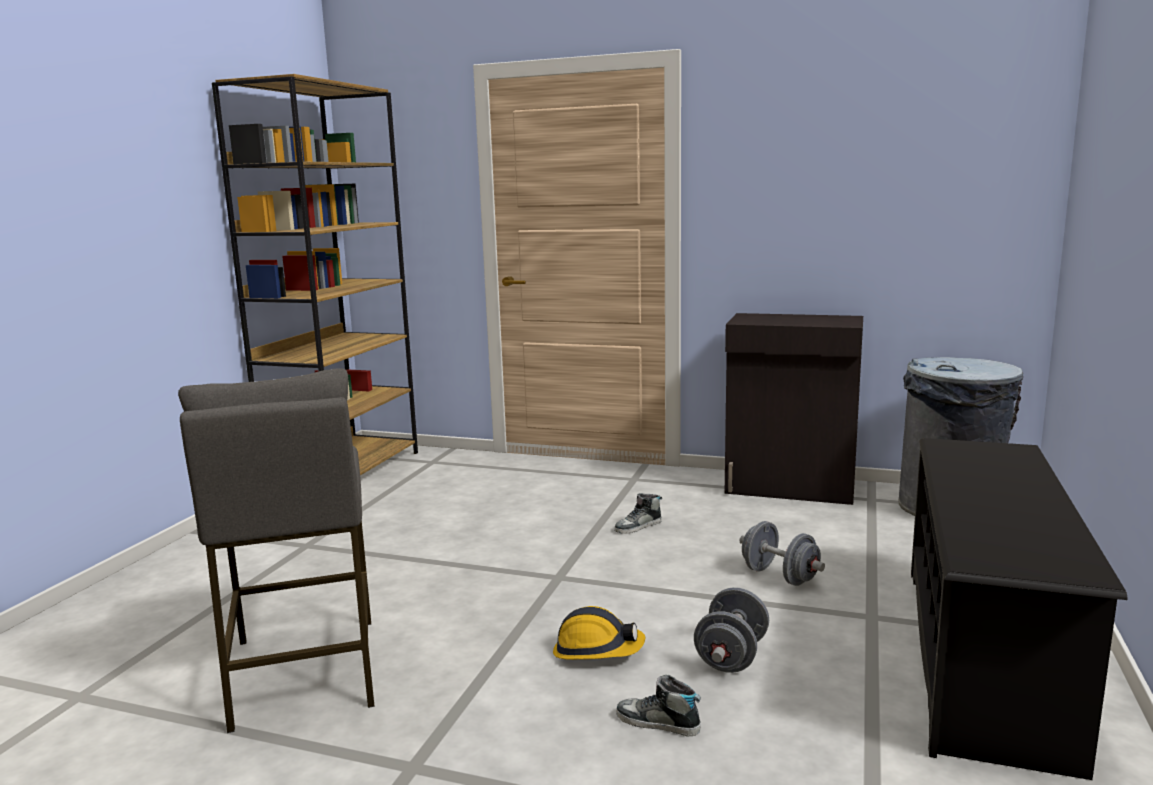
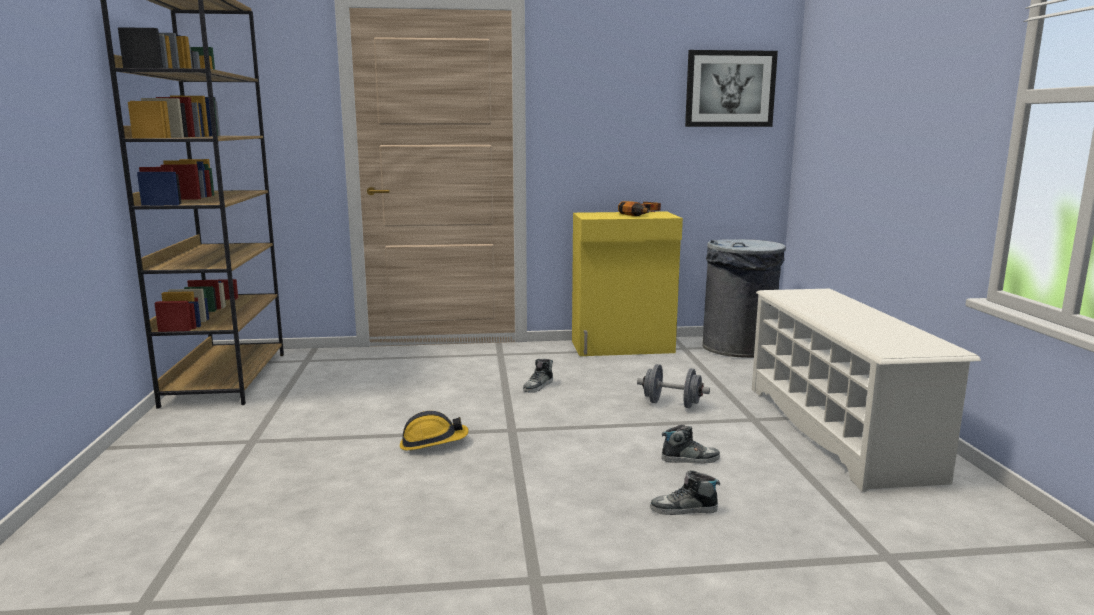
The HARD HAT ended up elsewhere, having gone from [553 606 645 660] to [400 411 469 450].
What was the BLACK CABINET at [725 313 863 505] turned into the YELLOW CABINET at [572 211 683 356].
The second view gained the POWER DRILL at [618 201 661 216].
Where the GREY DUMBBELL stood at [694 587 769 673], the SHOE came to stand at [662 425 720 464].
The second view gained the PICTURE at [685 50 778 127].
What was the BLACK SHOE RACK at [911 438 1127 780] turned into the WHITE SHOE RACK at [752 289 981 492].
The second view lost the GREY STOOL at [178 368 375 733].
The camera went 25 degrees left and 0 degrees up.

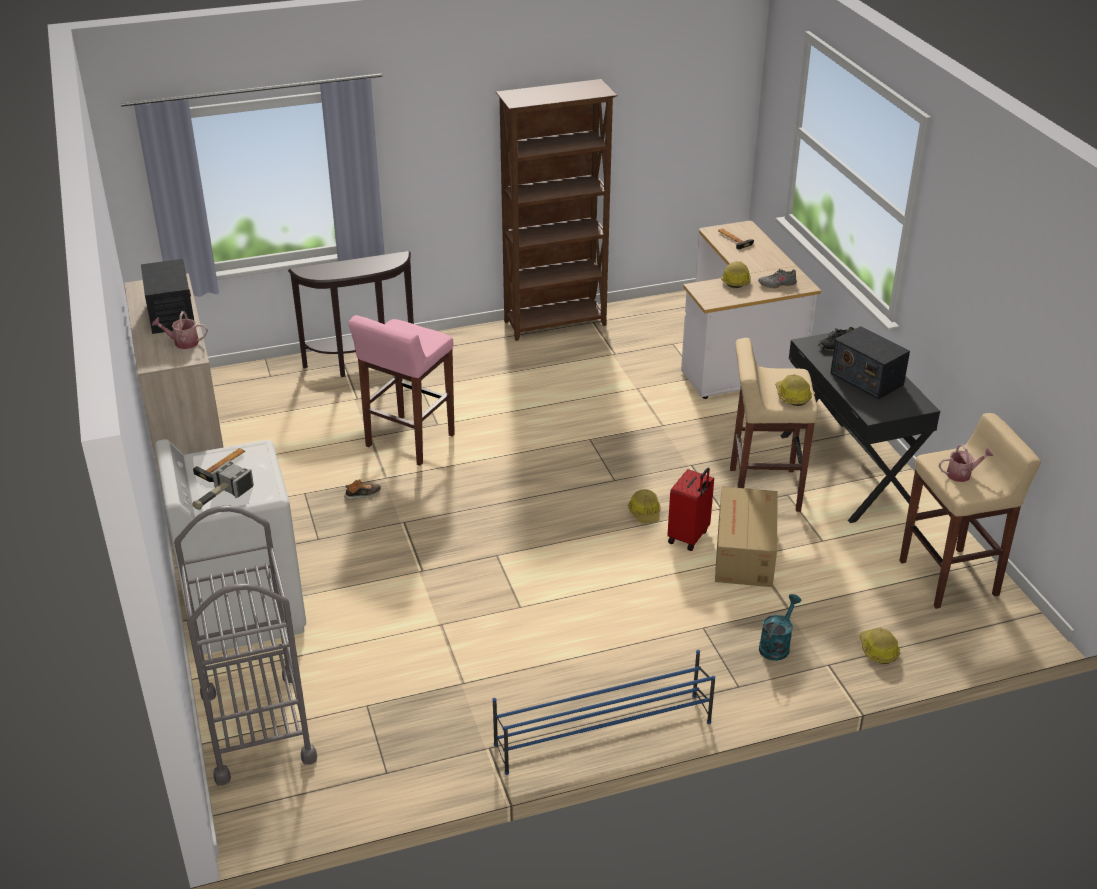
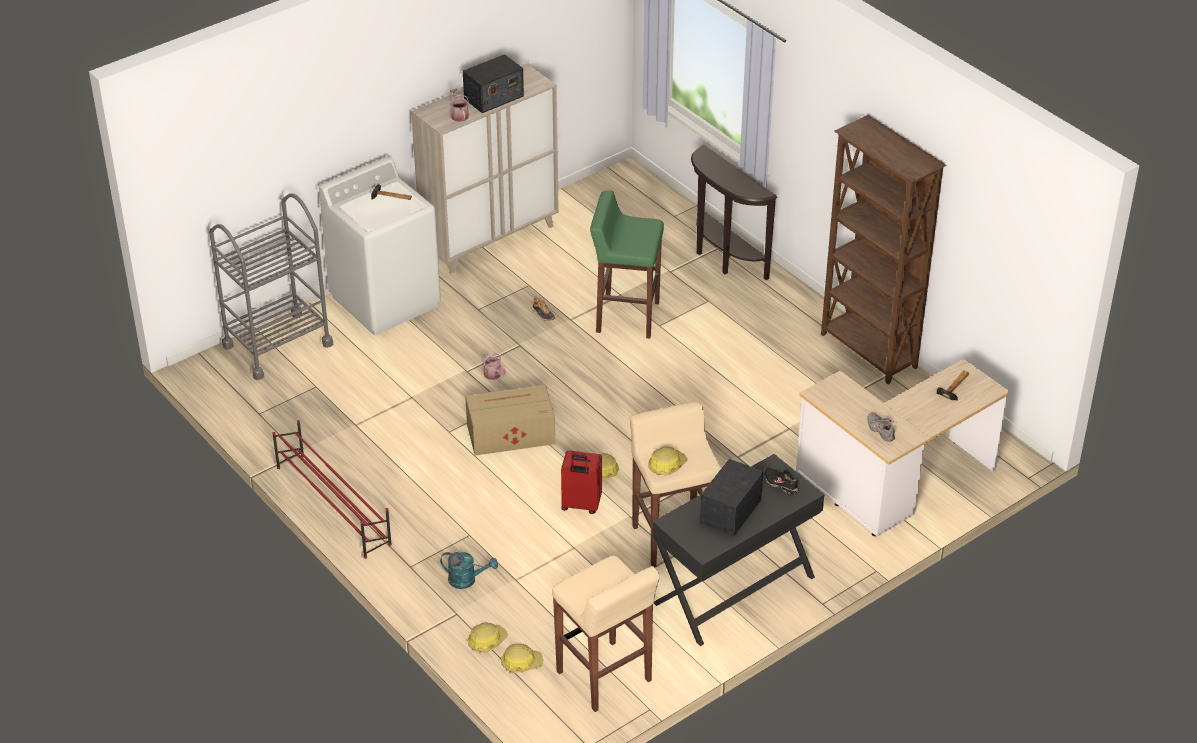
What was the BLUE SHOE RACK at [493 650 716 775] turned into the RED SHOE RACK at [273 420 392 559].
The CARDBOARD BOX ended up elsewhere, having gone from [715 486 778 587] to [465 385 555 456].
The WATERING CAN ended up elsewhere, having gone from [939 444 993 482] to [483 353 506 380].
The HARD HAT ended up elsewhere, having gone from [721 261 751 288] to [501 644 543 673].
What was the PINK STOOL at [348 315 455 466] turned into the GREEN STOOL at [590 190 664 339].
The second view lost the HAMMER at [192 460 254 510].
The camera went 70 degrees right and 5 degrees up.

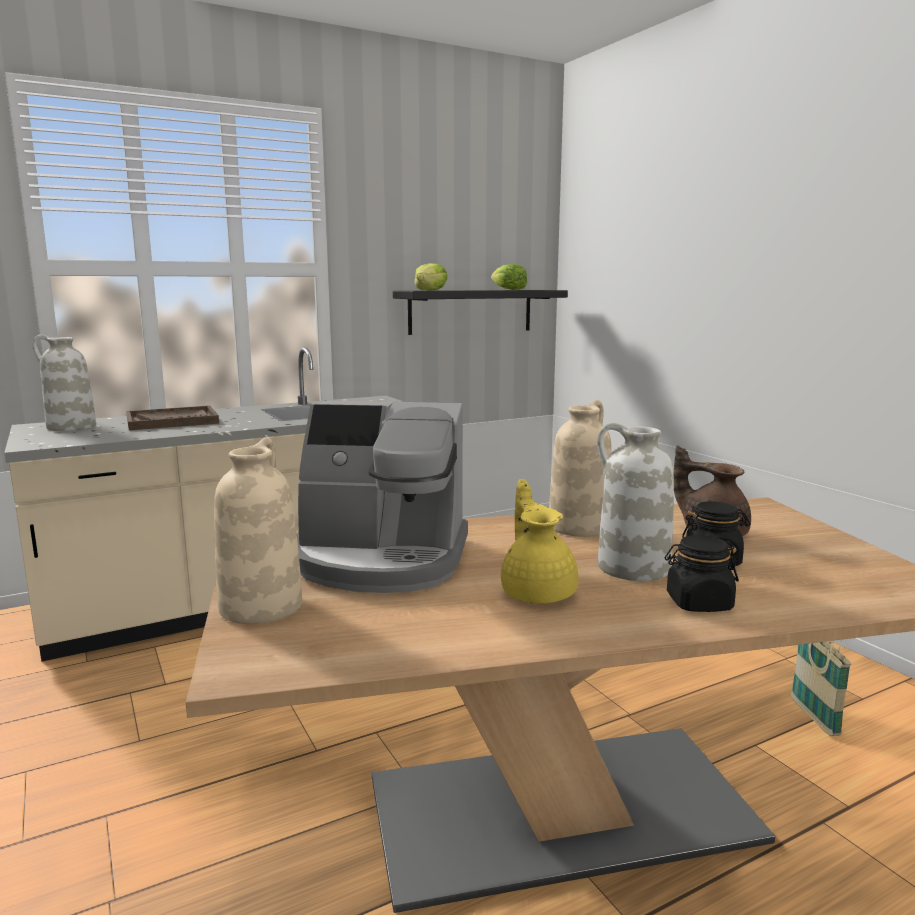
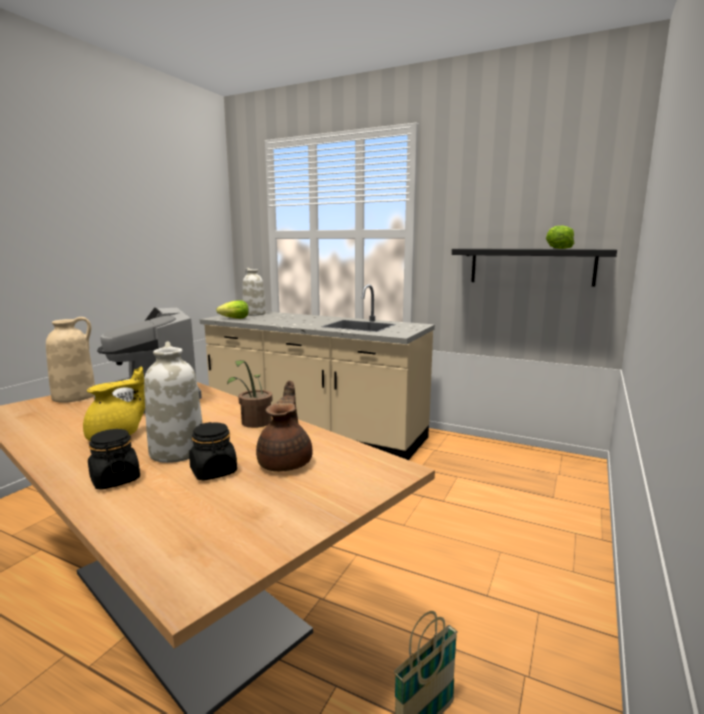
The LETTUCE ended up elsewhere, having gone from [414 263 448 290] to [216 300 249 319].
Where the BEIGE VASE stood at [549 400 612 537], the POTTED PLANT came to stand at [227 360 272 428].
The second view lost the BROWN TRAY at [126 405 219 430].
The camera went 55 degrees right and 0 degrees up.

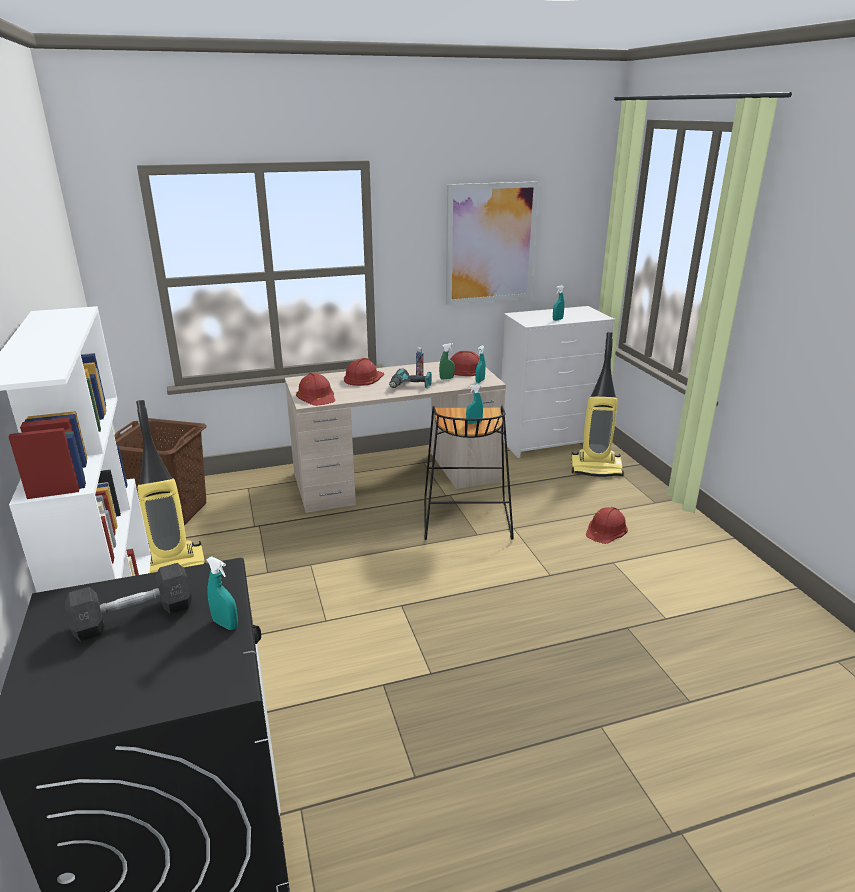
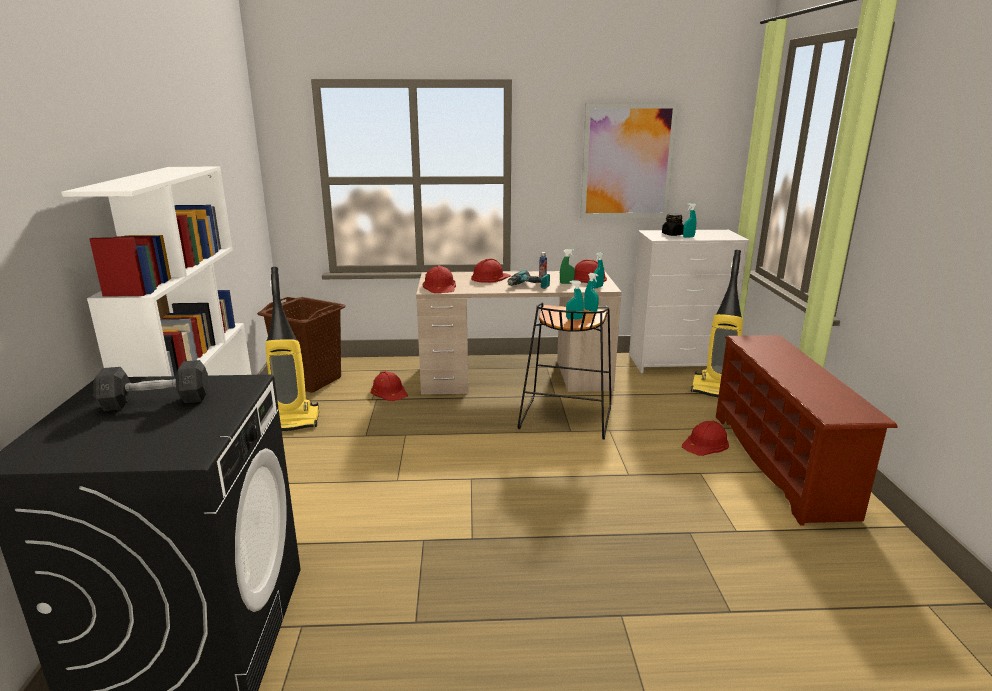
The second view gained the RED HARD HAT at [371 371 408 401].
The TURQUOISE SPRAY BOTTLE ended up elsewhere, having gone from [206 556 238 630] to [584 273 599 311].
The second view gained the BLACK JAR at [662 213 684 236].
The second view gained the BROWN SHOE RACK at [716 335 897 526].
The camera went 15 degrees right and 5 degrees down.

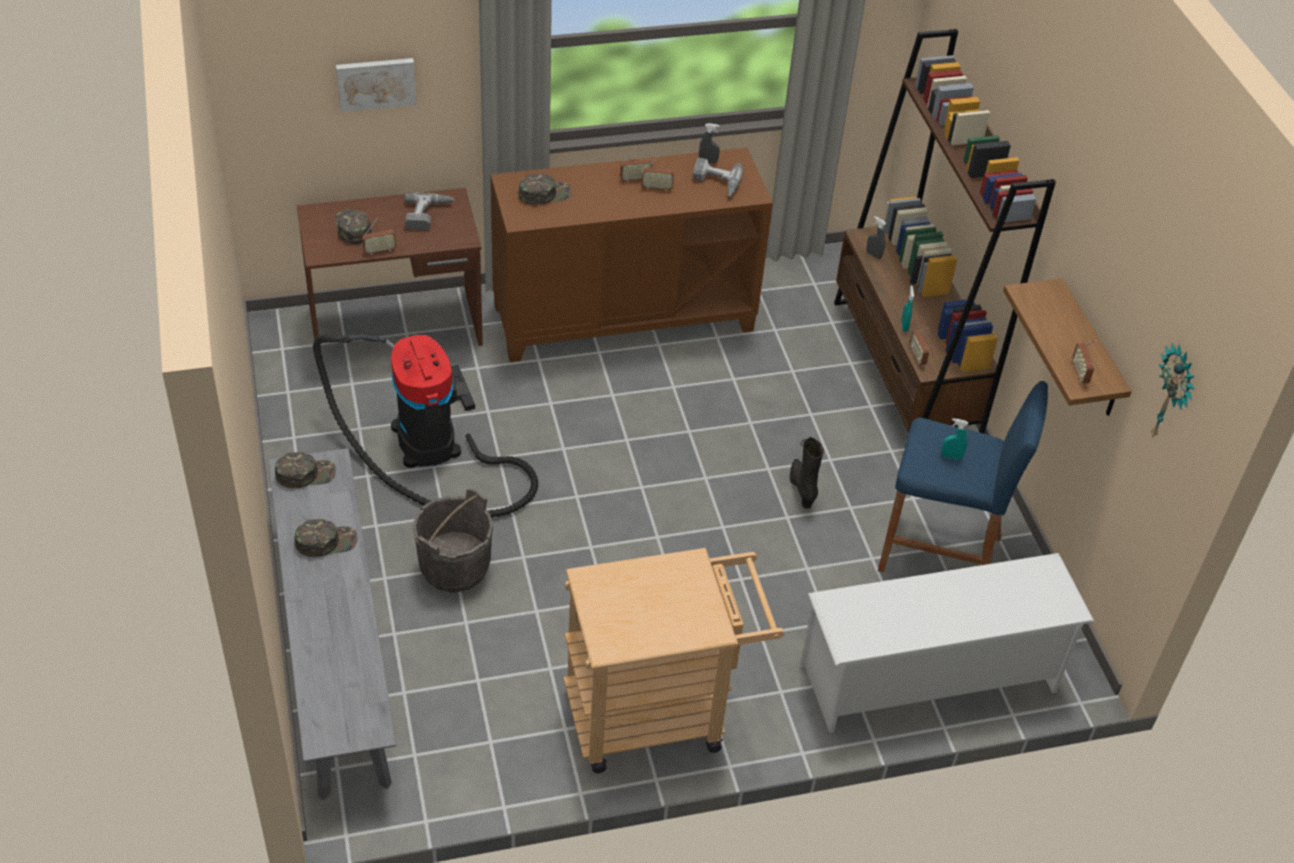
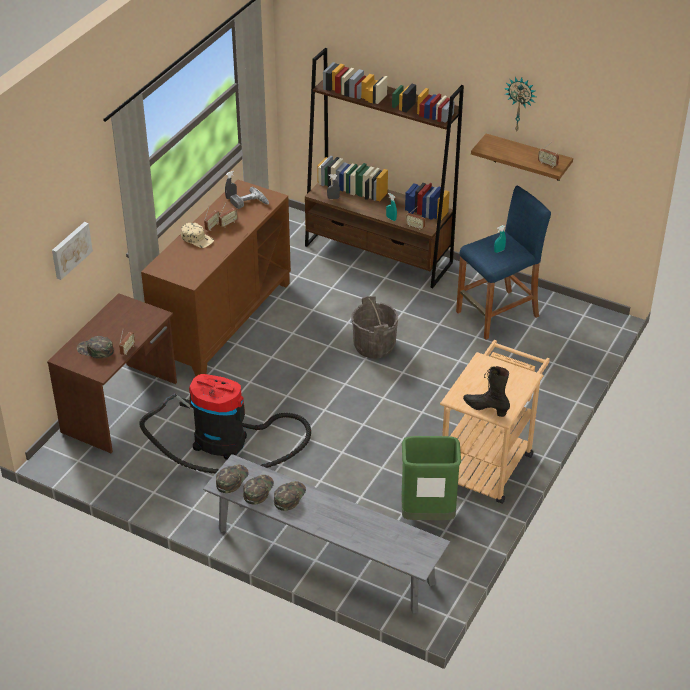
The second view gained the BEIGE CAP at [181 223 214 248].
The GREEN CAP ended up elsewhere, having gone from [519 173 572 205] to [243 475 274 505].
The GREY BUCKET ended up elsewhere, having gone from [412 489 493 592] to [351 296 398 359].
The second view gained the GREEN TRASH CAN at [401 436 461 520].
The BLACK BOOT ended up elsewhere, having gone from [790 436 824 509] to [463 366 510 417].
The WALL CLOCK ended up elsewhere, having gone from [1151 343 1195 438] to [504 77 536 132].
The second view lost the POWER DRILL at [405 193 454 230].
The second view lost the WHITE SHOE RACK at [800 553 1095 733].
The camera went 45 degrees left and 5 degrees down.

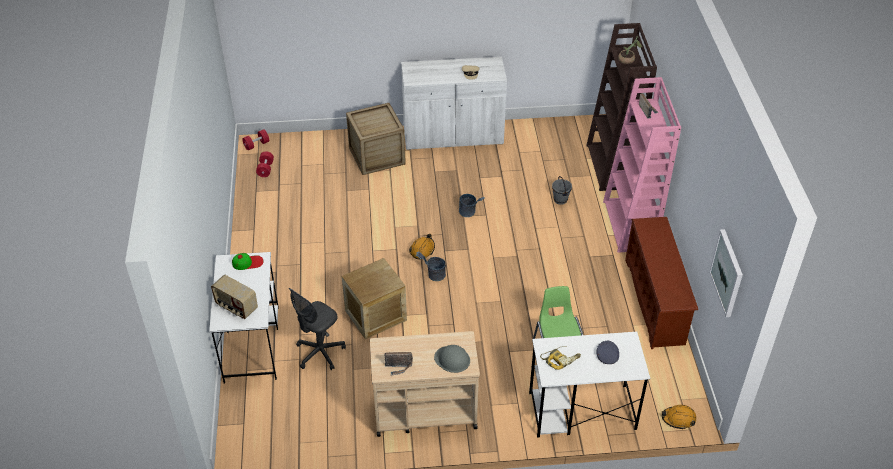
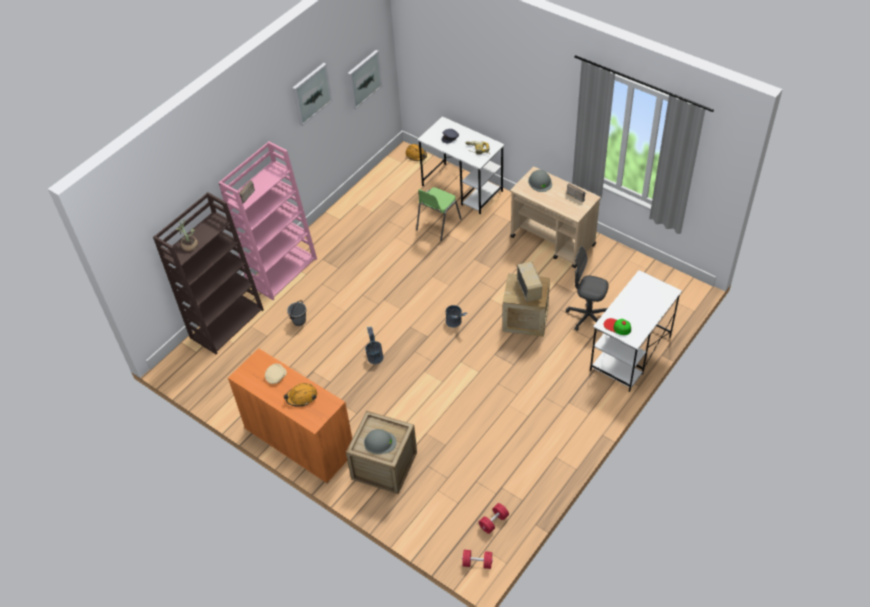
What was the WHITE CABINET at [401 57 507 150] turned into the ORANGE CABINET at [228 348 352 483].
The ORANGE HARD HAT ended up elsewhere, having gone from [409 234 435 260] to [284 383 317 406].
The second view gained the PICTURE at [292 63 332 126].
The second view gained the GREY HARD HAT at [364 429 397 454].
The RADIO ended up elsewhere, having gone from [211 275 258 319] to [517 261 542 302].
The GREY OFFICE CHAIR at [289 288 346 370] ended up facing another way, 150 degrees counterclockwise from before.
The second view lost the BROWN SHOE RACK at [625 217 698 349].
The camera went 135 degrees left and 5 degrees up.

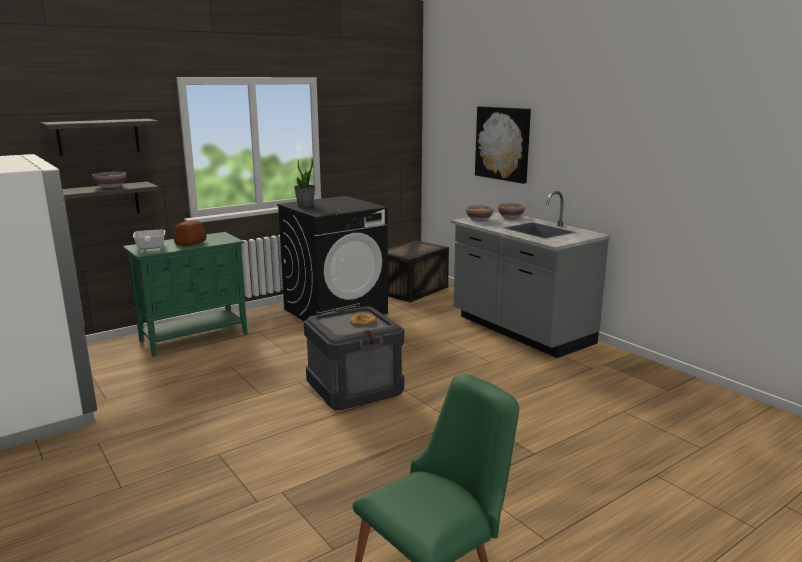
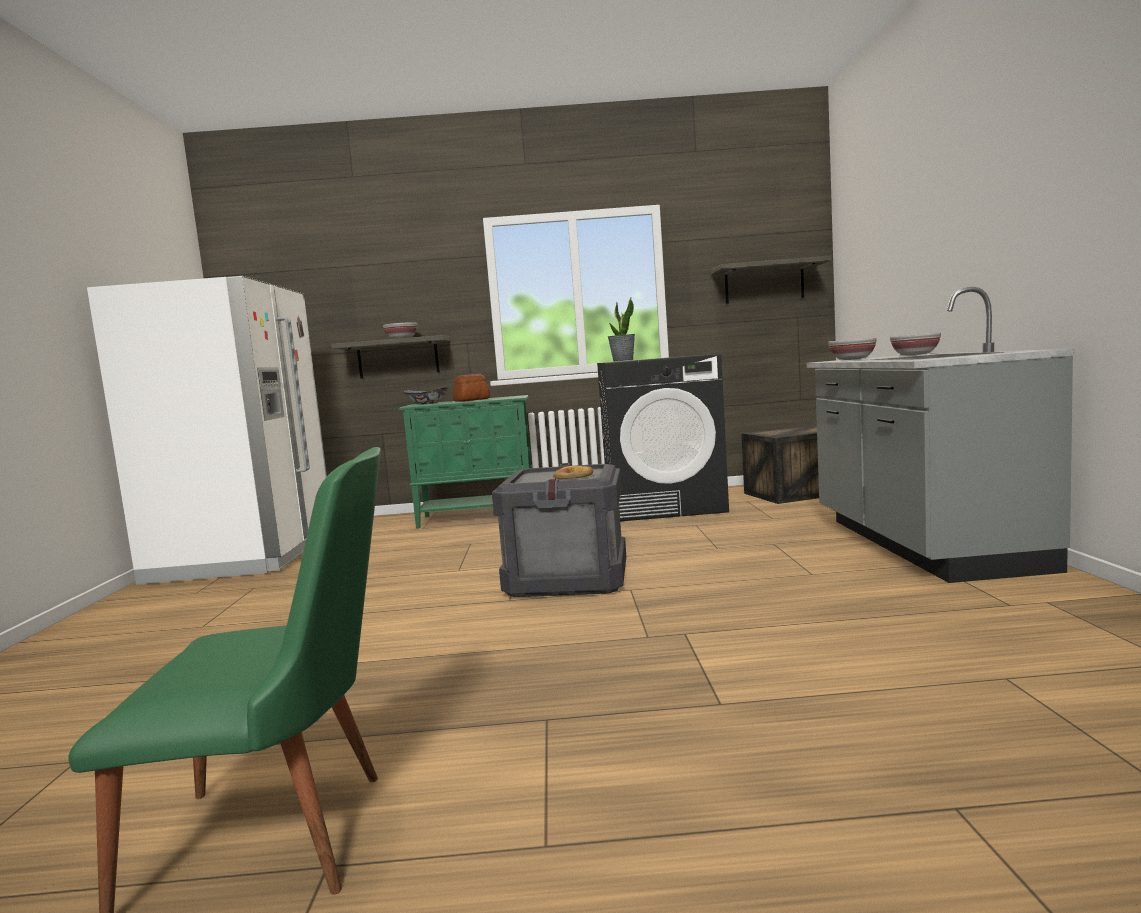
Where the FRYING PAN stood at [133 230 165 249], the BOWL came to stand at [403 387 448 405].
The SHELF ended up elsewhere, having gone from [40 119 160 156] to [711 256 832 304].
The second view lost the PICTURE at [475 106 531 184].
The camera went 35 degrees right and 10 degrees down.

